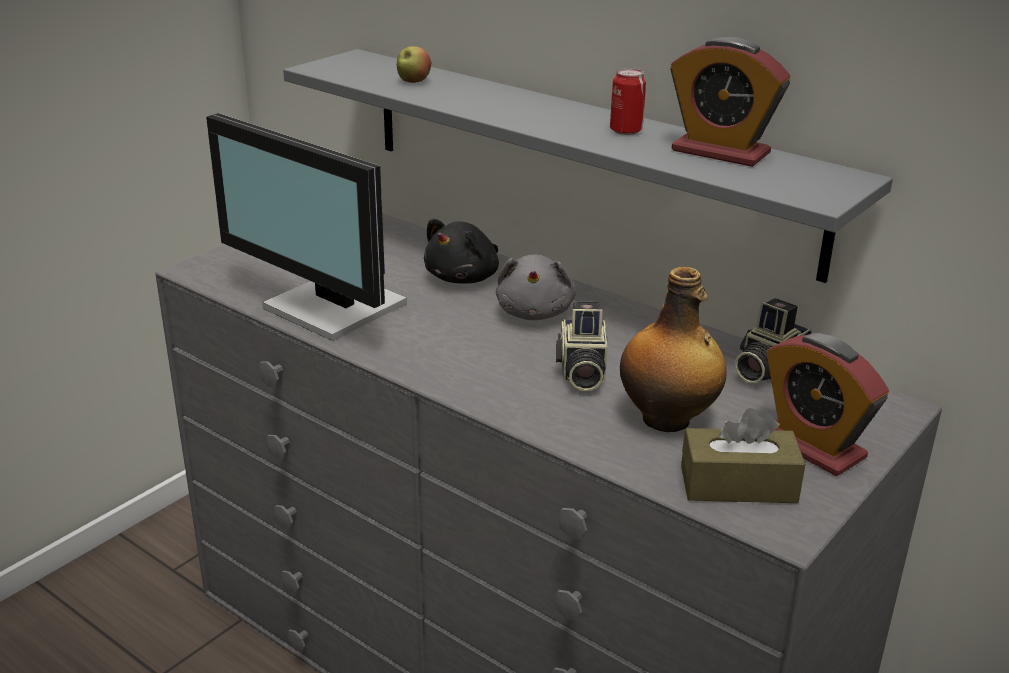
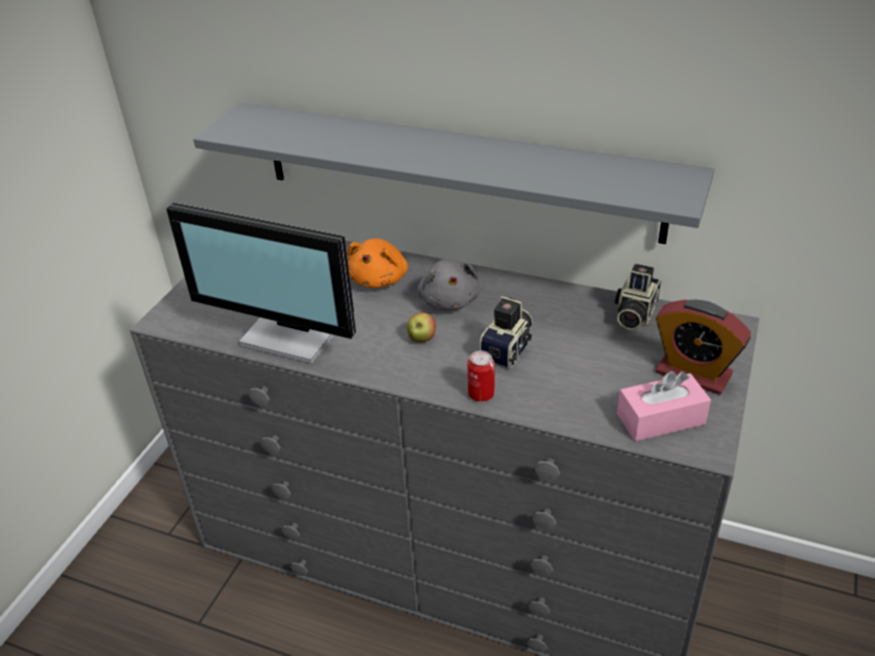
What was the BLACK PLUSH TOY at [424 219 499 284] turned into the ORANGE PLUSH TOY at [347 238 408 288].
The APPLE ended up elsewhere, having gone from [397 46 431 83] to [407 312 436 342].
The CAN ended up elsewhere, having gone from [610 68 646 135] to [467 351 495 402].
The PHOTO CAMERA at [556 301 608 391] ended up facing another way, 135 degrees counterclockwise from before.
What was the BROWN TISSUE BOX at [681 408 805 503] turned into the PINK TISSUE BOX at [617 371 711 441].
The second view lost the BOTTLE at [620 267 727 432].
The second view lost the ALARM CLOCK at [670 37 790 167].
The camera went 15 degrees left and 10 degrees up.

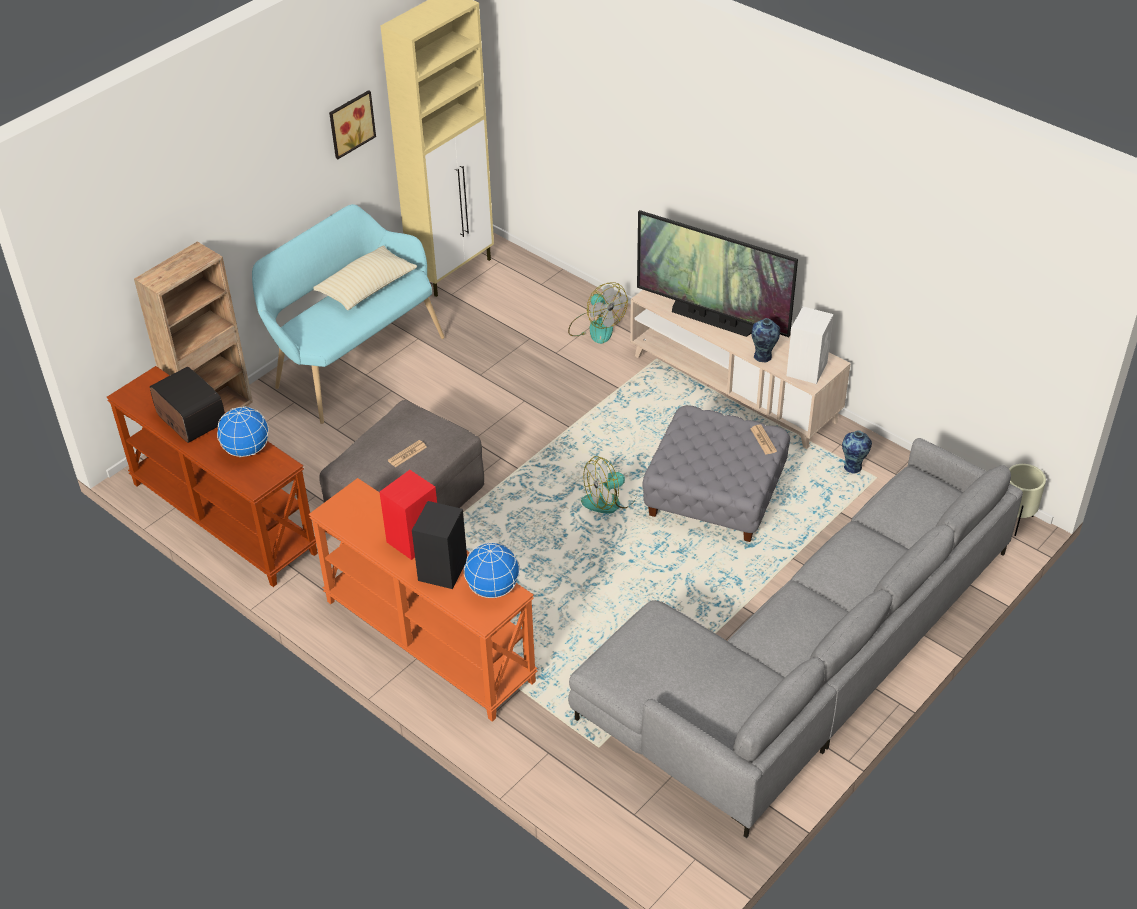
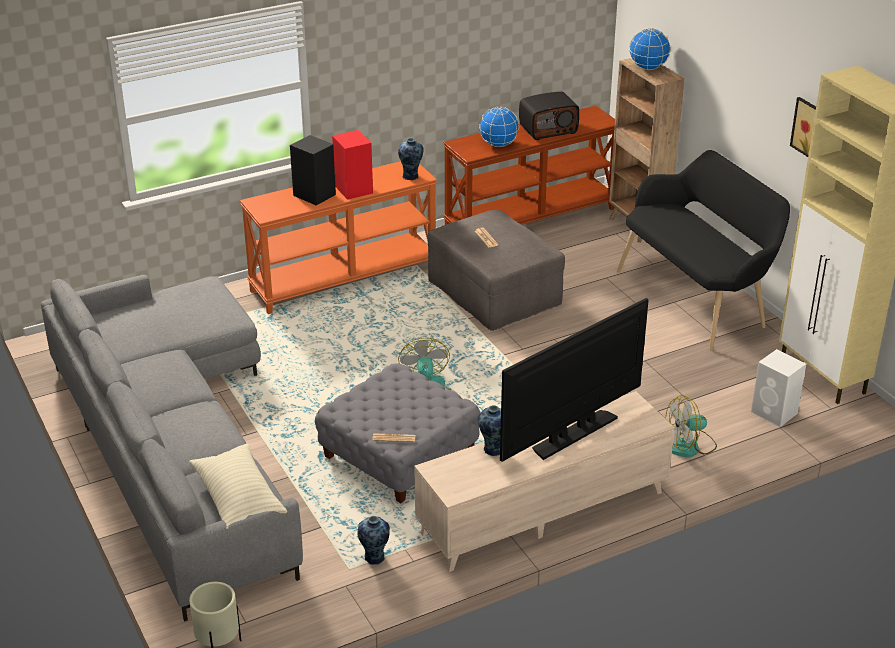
The BEIGE PILLOW ended up elsewhere, having gone from [313 246 417 310] to [189 444 288 529].
The second view gained the VASE at [398 138 424 180].
What was the TURQUOISE BENCH at [252 204 445 424] turned into the BLACK BENCH at [617 150 790 351].
The GLOBE ended up elsewhere, having gone from [463 542 520 598] to [629 28 671 70].
The WHITE SPEAKER ended up elsewhere, having gone from [786 306 833 384] to [751 349 806 427].
The camera went 110 degrees right and 10 degrees down.

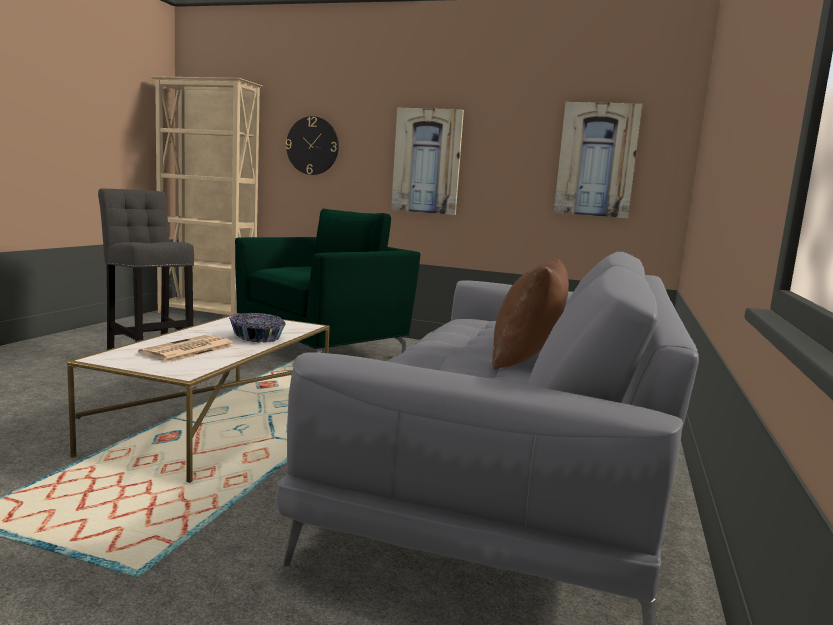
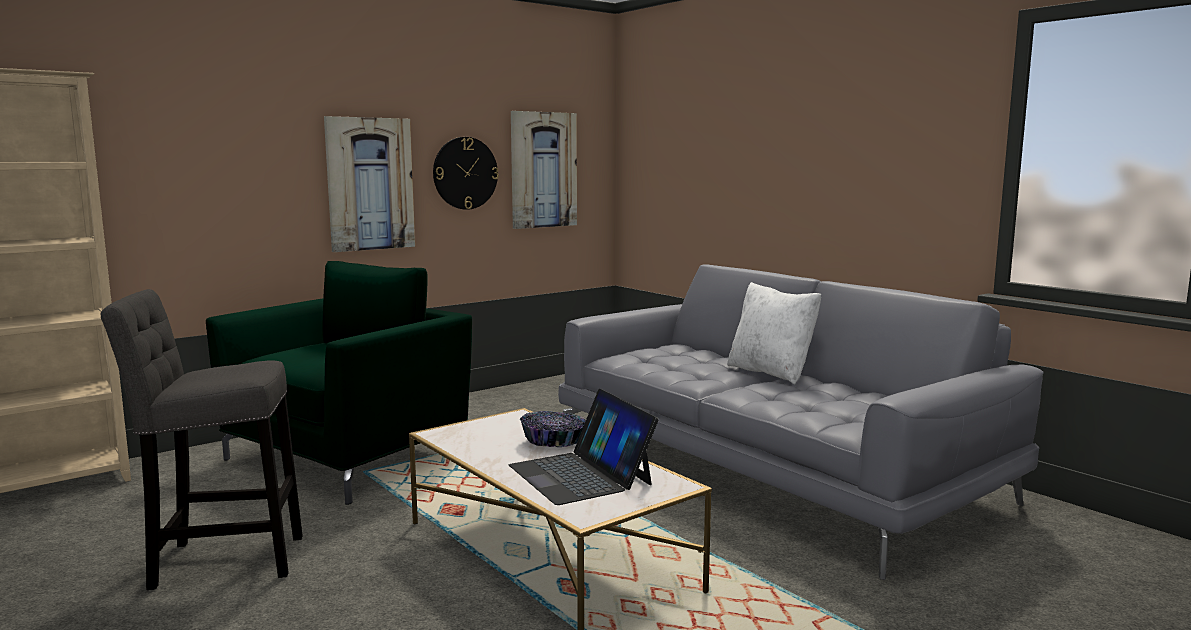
The GREEN ARMCHAIR at [235 209 420 353] ended up facing another way, 45 degrees clockwise from before.
The WALL CLOCK ended up elsewhere, having gone from [286 116 339 175] to [433 137 499 210].
Where the NEWSPAPER stood at [138 335 235 362], the LAPTOP came to stand at [509 389 659 505].
What was the BROWN PILLOW at [492 258 569 369] turned into the WHITE PILLOW at [727 282 821 385].
The camera went 55 degrees left and 0 degrees up.

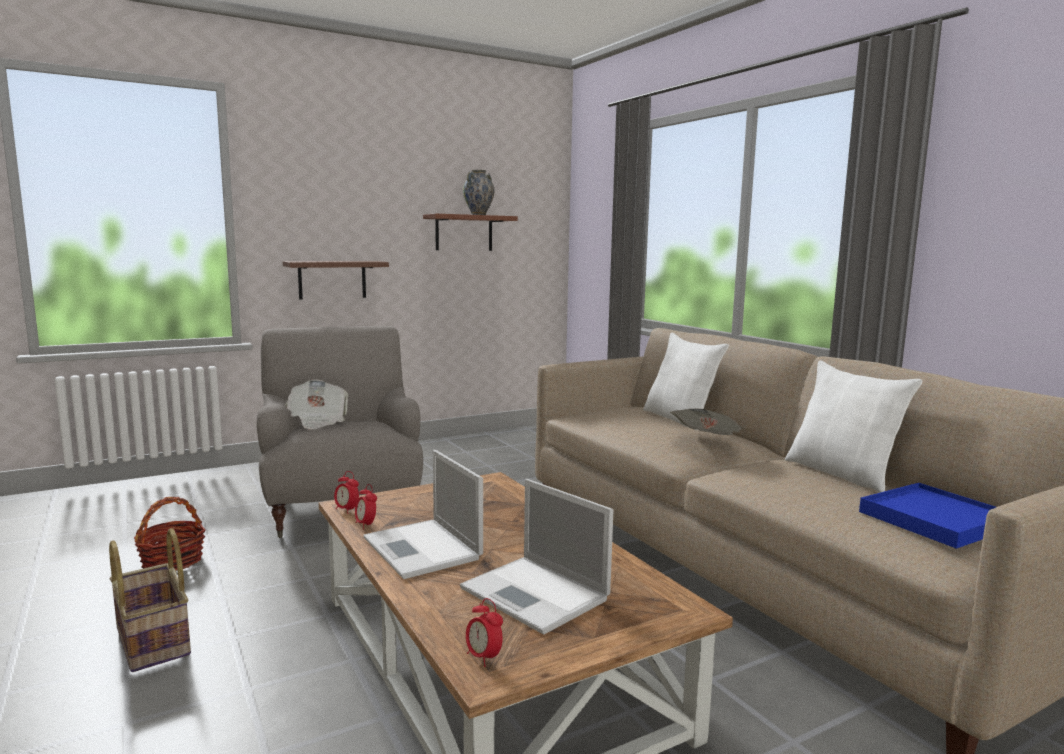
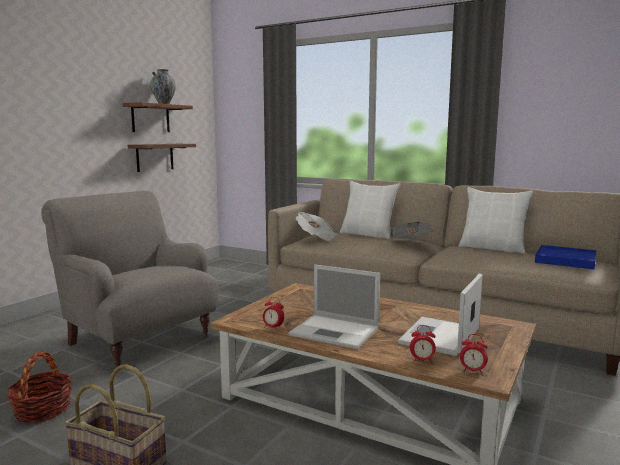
The BROWN SHELF ended up elsewhere, having gone from [283 261 389 300] to [128 144 196 172].
The NEWSPAPER ended up elsewhere, having gone from [285 379 349 430] to [296 212 337 241].
The LAPTOP at [460 479 614 635] ended up facing another way, 105 degrees clockwise from before.
The ALARM CLOCK ended up elsewhere, having gone from [334 471 359 514] to [410 325 436 364].
The camera went 30 degrees left and 0 degrees up.

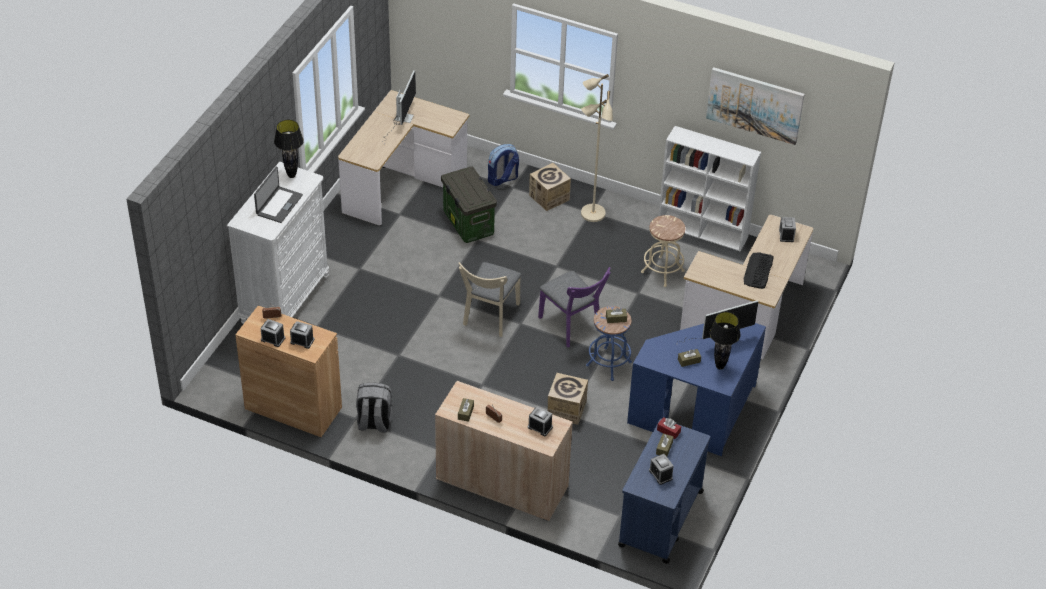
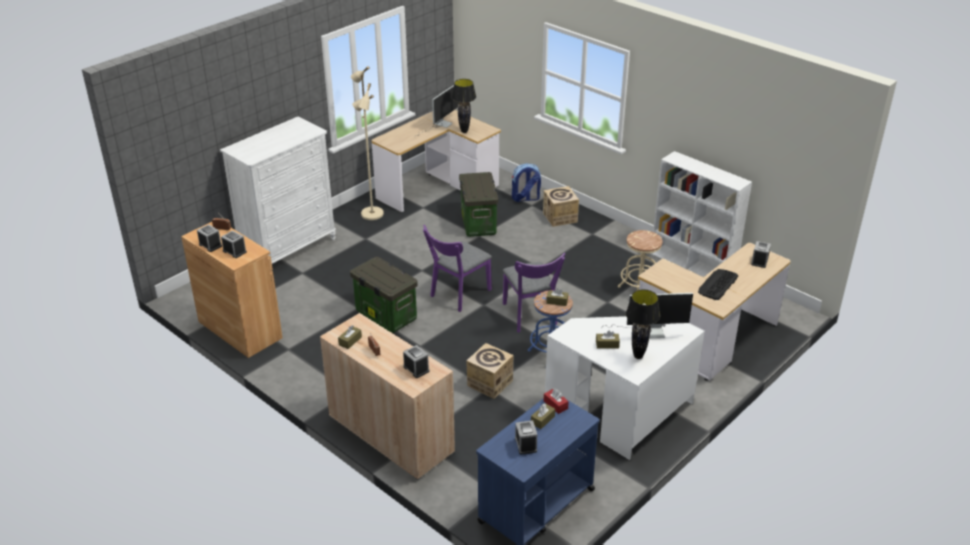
The second view gained the STORAGE BOX at [350 257 418 333].
The BEIGE FLOOR LAMP ended up elsewhere, having gone from [581 74 613 222] to [351 66 384 220].
What was the BEIGE CHAIR at [459 262 521 337] turned into the PURPLE CHAIR at [423 225 492 312].
The BLACK TABLE LAMP ended up elsewhere, having gone from [274 120 304 178] to [452 79 476 133].
What was the BLUE DESK at [627 323 766 456] turned into the WHITE DESK at [545 316 705 460].
The second view lost the LAPTOP at [254 167 303 223].
The second view lost the GREY BACKPACK at [356 382 393 433].
The second view lost the PICTURE at [706 67 805 145].
The camera went 20 degrees right and 10 degrees down.

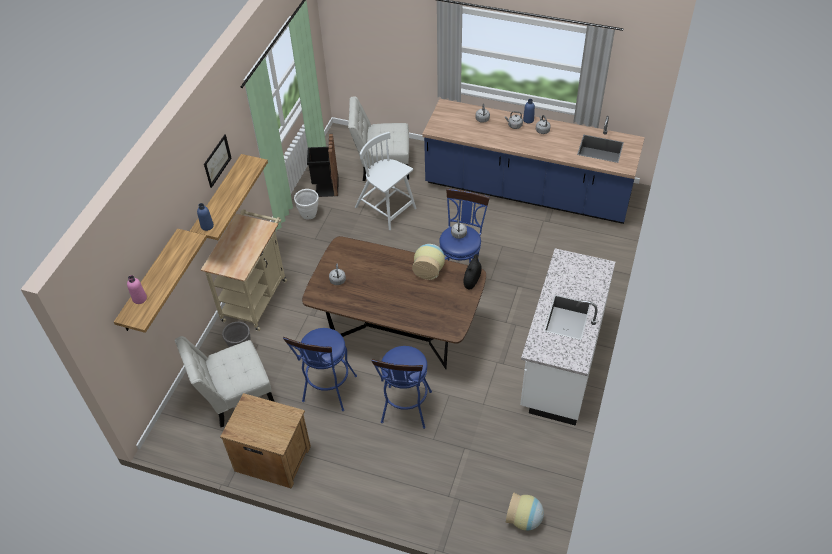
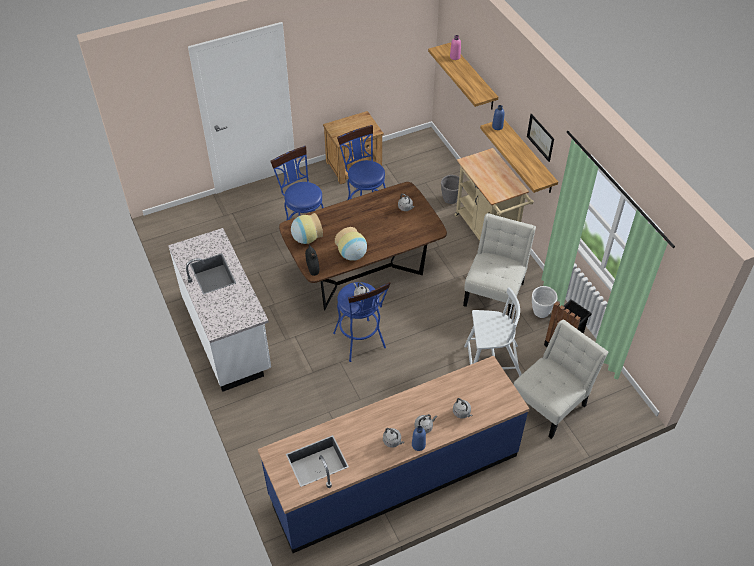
The VASE ended up elsewhere, having gone from [506 493 544 531] to [291 213 323 244].
The WHITE CHAIR ended up elsewhere, having gone from [175 336 275 427] to [463 213 536 318].
The camera went 135 degrees right and 0 degrees up.

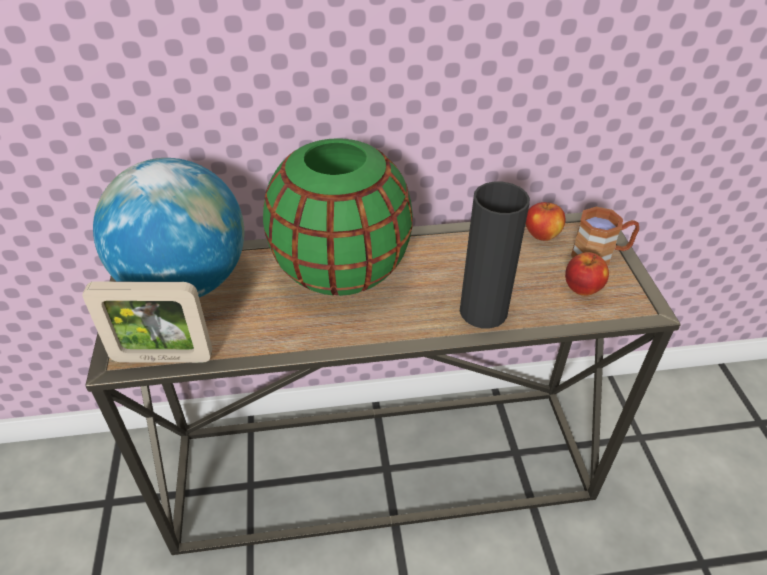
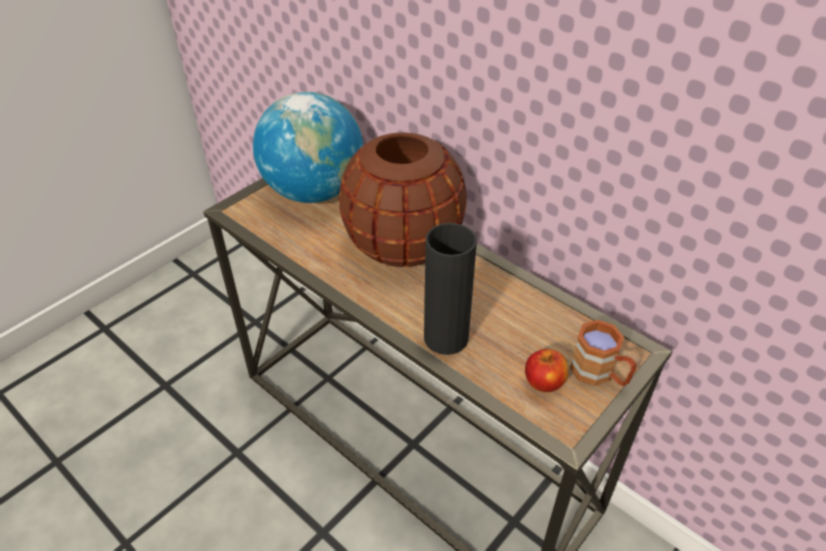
What was the GREEN VASE at [263 138 413 296] turned into the BROWN VASE at [339 133 467 267].
The second view lost the PICTURE FRAME at [82 281 212 363].
The second view lost the APPLE at [526 202 565 241].
The camera went 50 degrees right and 0 degrees up.

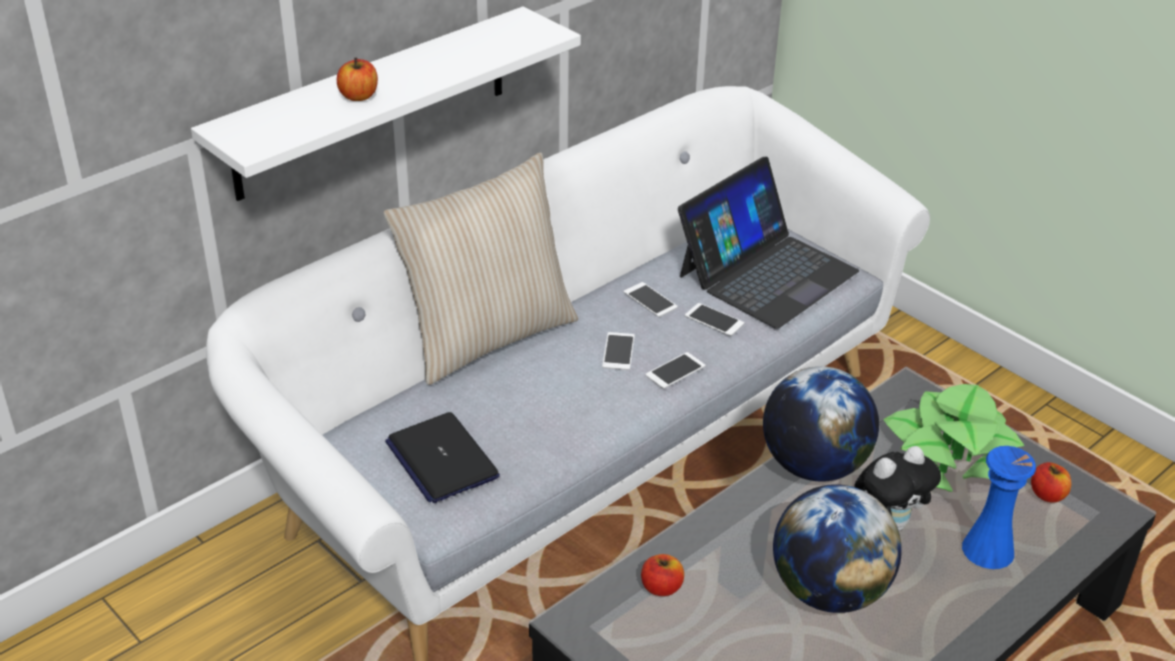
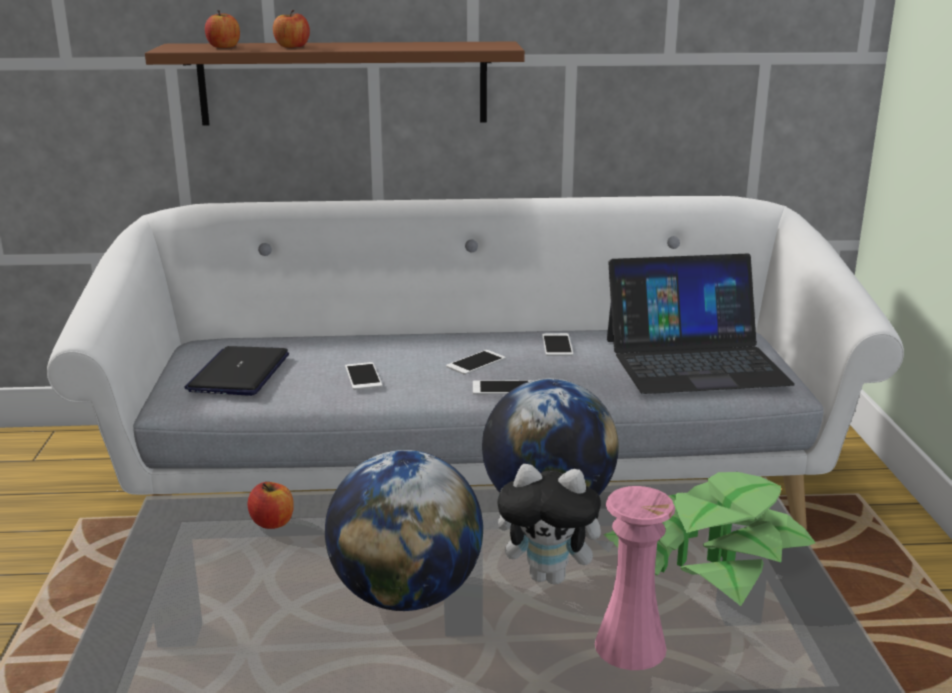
What was the WHITE SHELF at [191 6 581 201] turned into the BROWN SHELF at [145 42 525 125].
The APPLE ended up elsewhere, having gone from [1031 462 1071 502] to [205 10 240 48].
The PHONE ended up elsewhere, having gone from [685 303 744 336] to [345 362 382 390].
What was the BLUE VASE at [962 446 1036 569] turned into the PINK VASE at [595 486 675 670].
The second view lost the BEIGE PILLOW at [384 153 578 385].
The camera went 40 degrees right and 15 degrees down.

